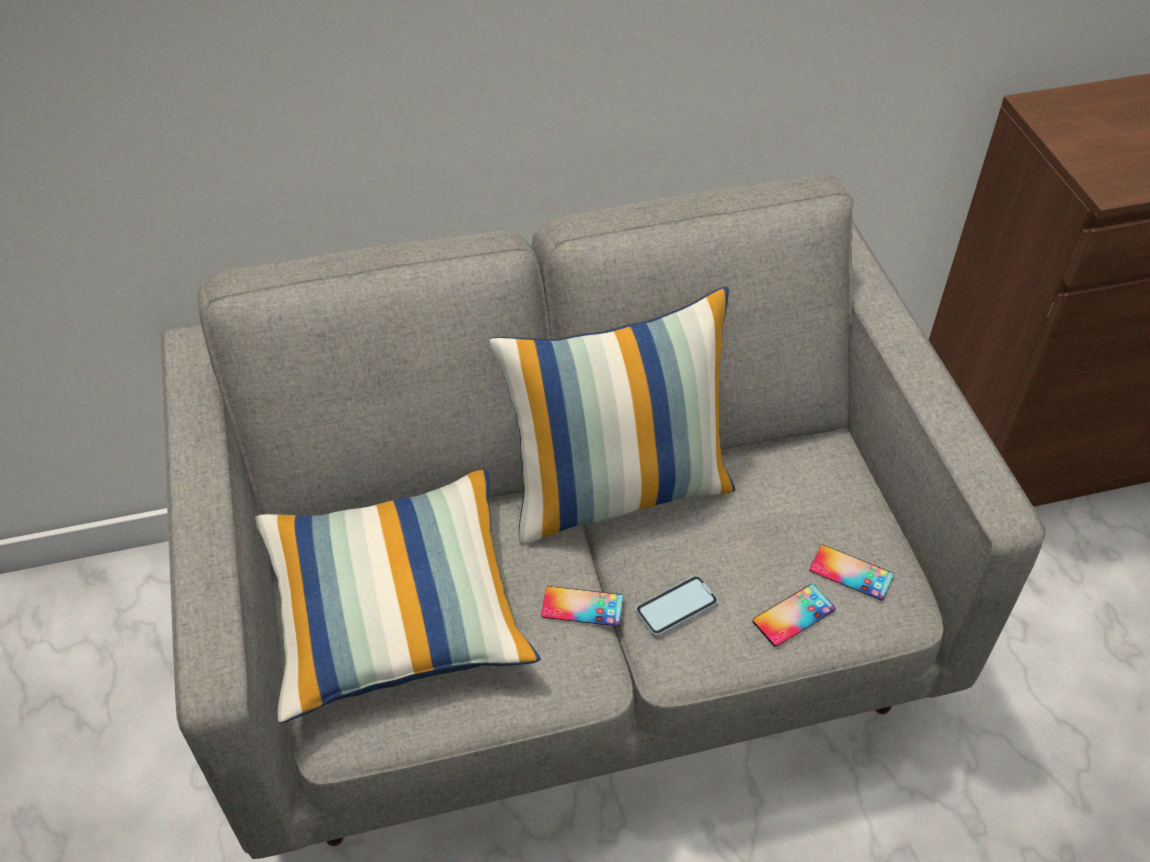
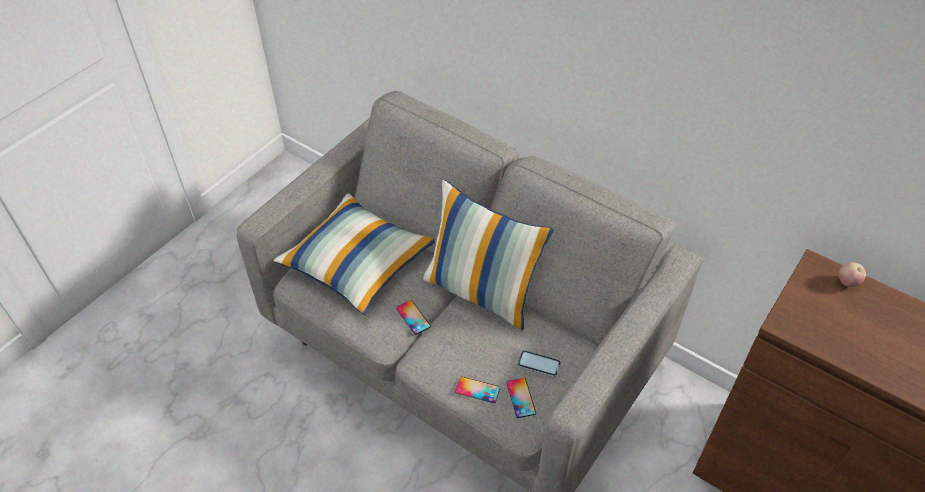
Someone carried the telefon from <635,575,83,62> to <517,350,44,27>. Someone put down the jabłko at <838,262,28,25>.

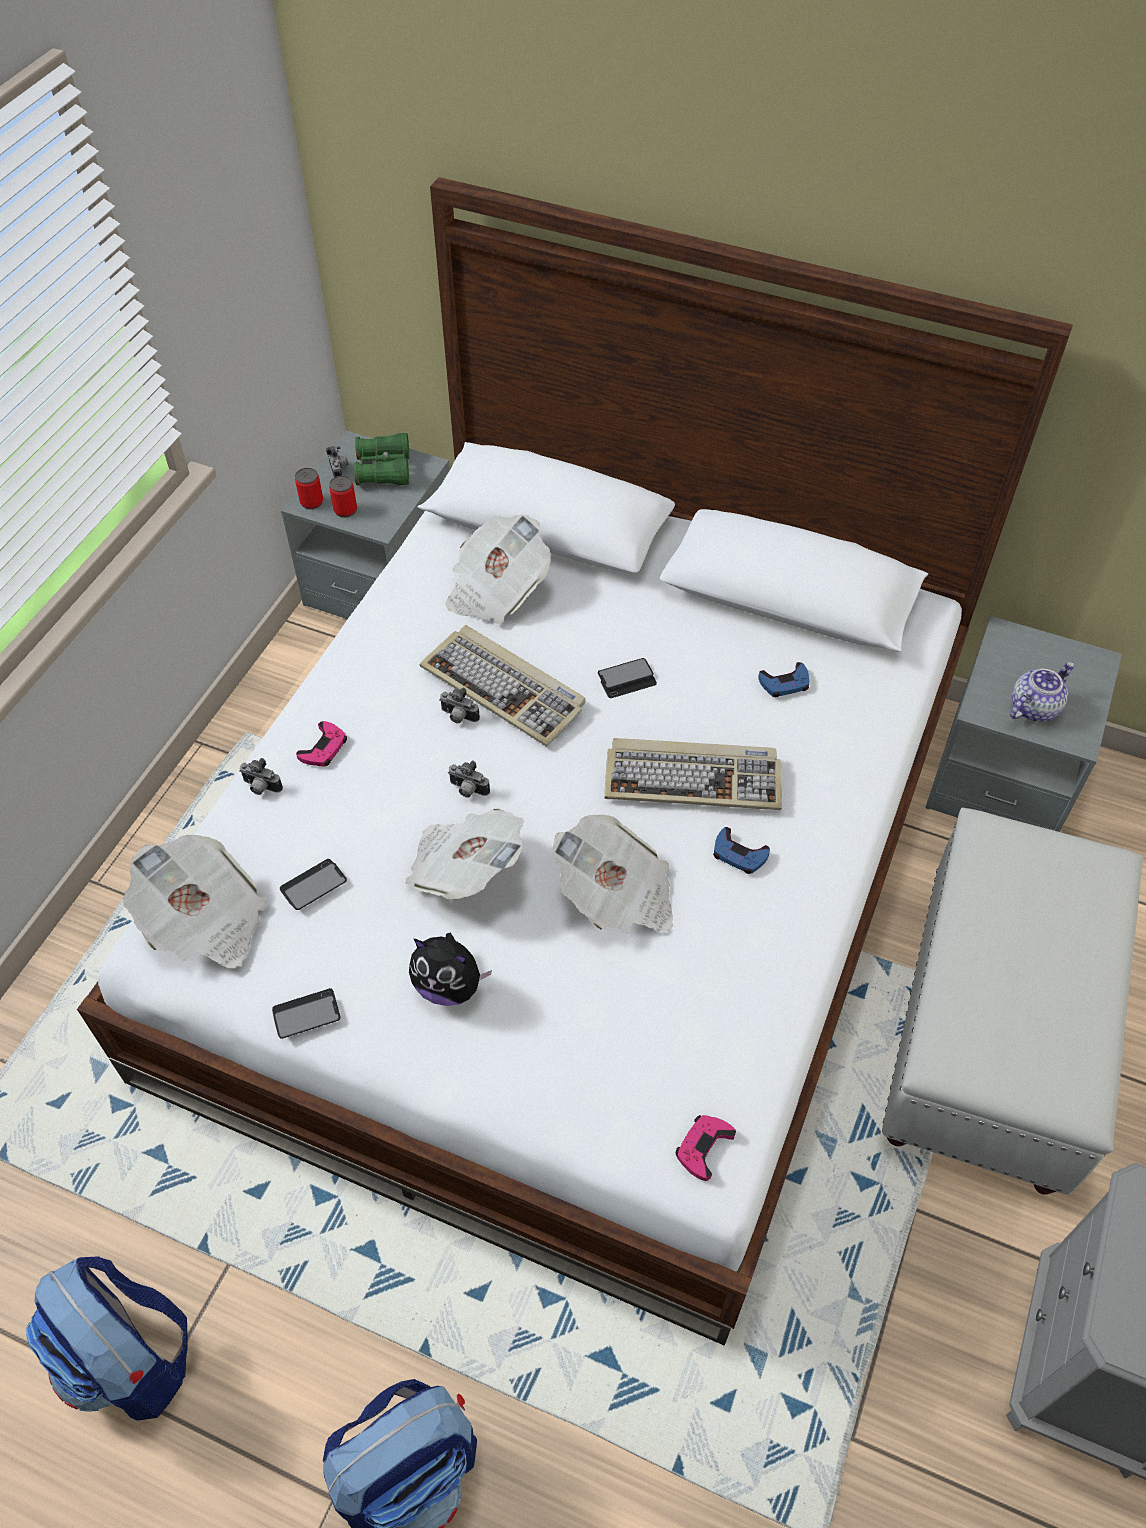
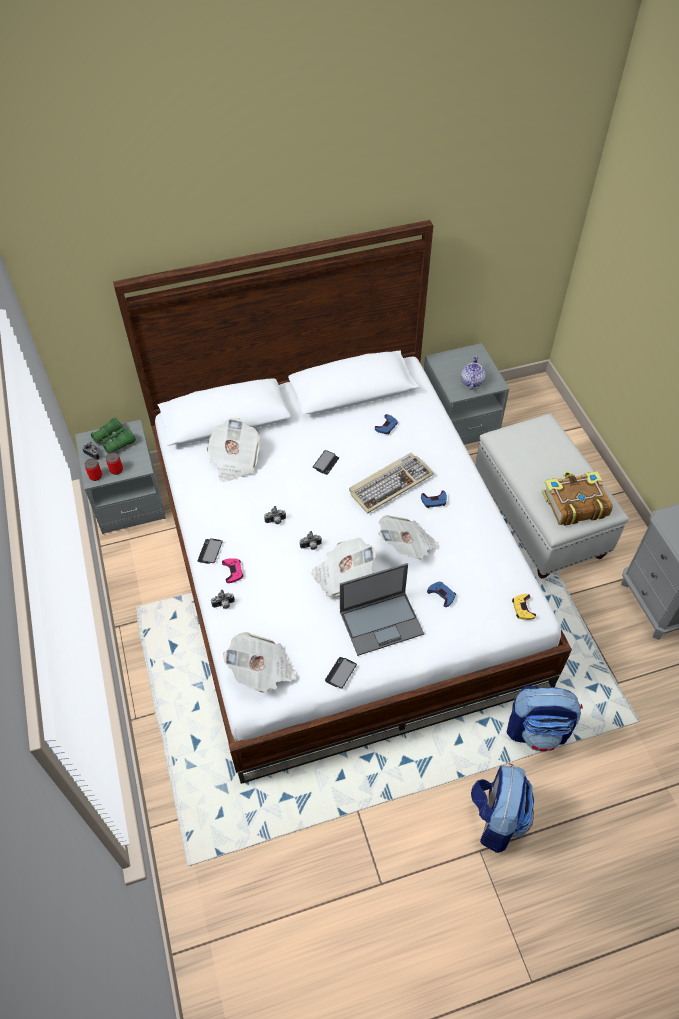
Someone carried the plecak from <26,1256,162,165> to <507,685,76,67>. Someone carried the telefon from <280,859,67,51> to <197,538,26,26>. Someone swapped the pluszak at <409,933,83,73> for the laptop at <340,563,84,93>. Someone took away the klawiatura at <420,625,166,122>. Someone repainted the pad do gier (różowy) at <676,1115,60,66>, which became the pad do gier (żółty) at <512,594,24,26>. Someone put down the pad do gier (niebieski) at <427,581,29,26>. Someone put down the książka at <542,471,71,55>.

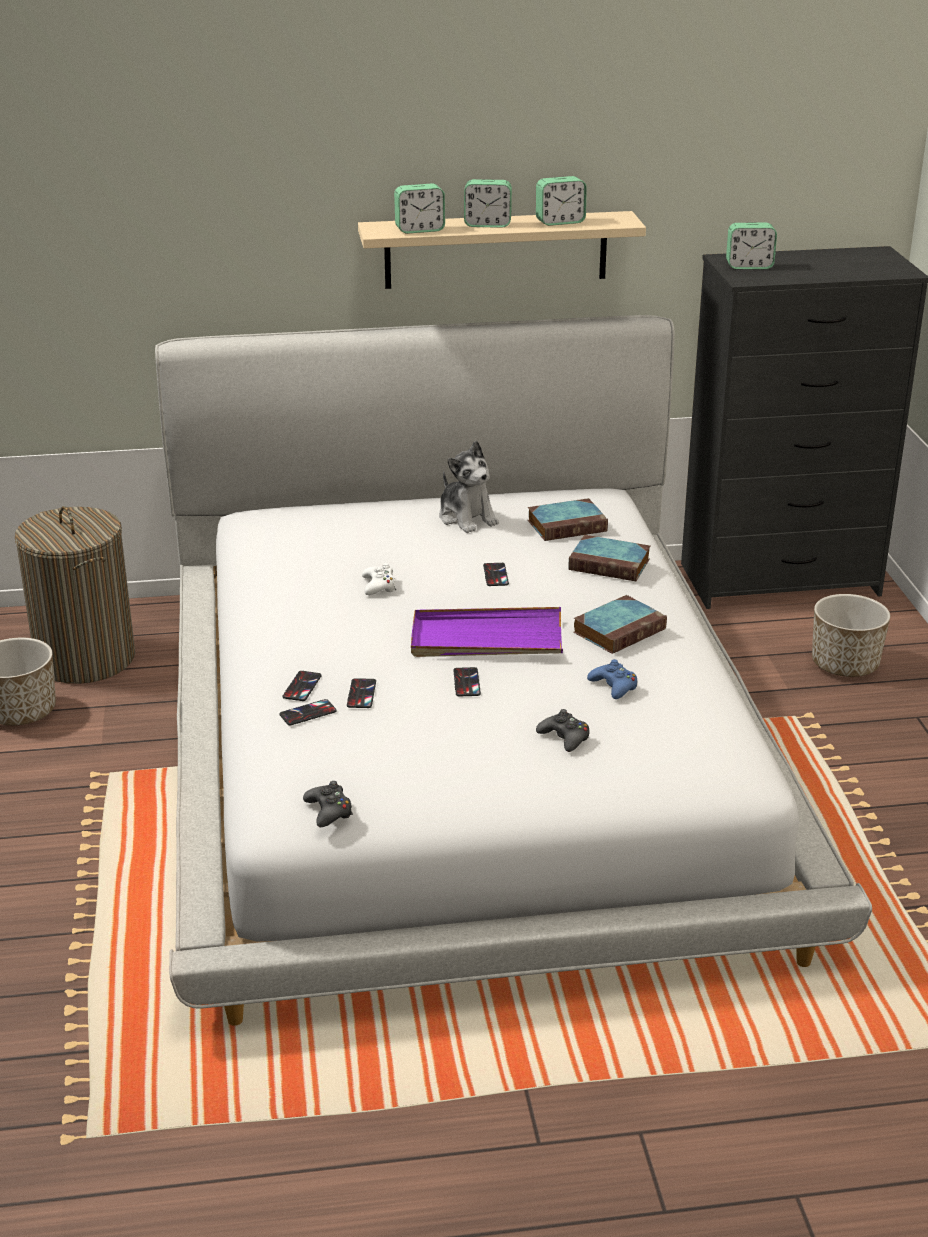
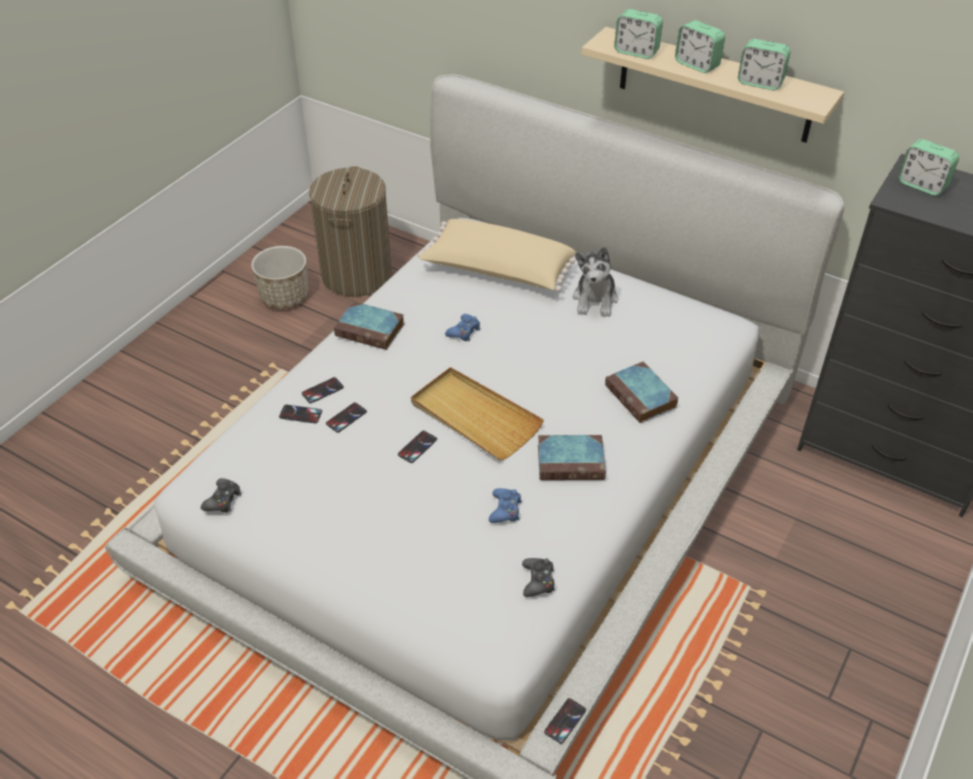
Someone repainted the pad do gier (biały) at <362,563,34,32>, which became the pad do gier (niebieski) at <445,314,35,27>. Someone repainted the taca (fioletowy) at <411,607,152,50>, which became the taca (beżowy) at <411,367,133,93>. Someone carried the telefon from <483,563,26,23> to <544,698,42,46>. Someone carried the książka from <528,498,80,43> to <334,301,70,49>. Someone carried the pad do gier (czarny) from <536,709,53,43> to <522,558,33,39>. Someone took away the donica at <812,594,78,83>. Someone put down the poduszka (beżowy) at <417,219,159,73>.

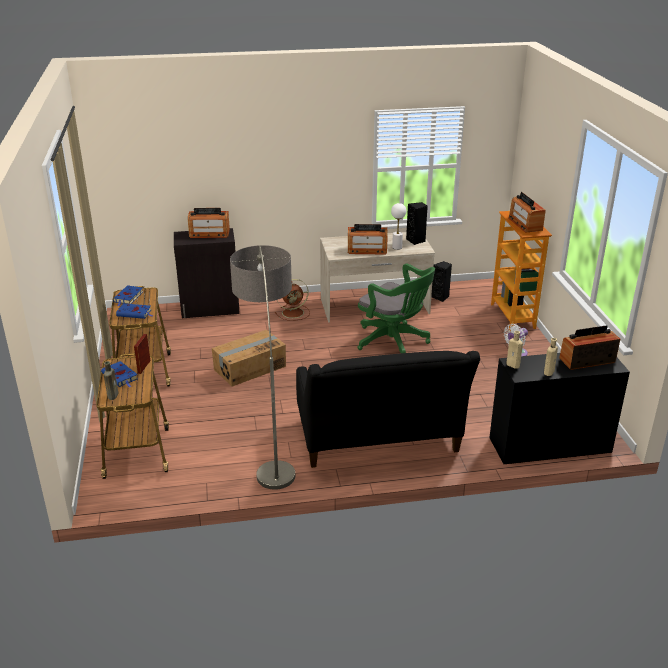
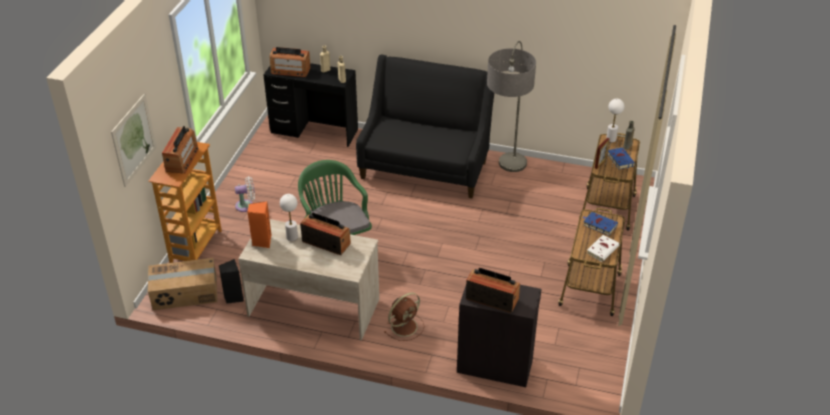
Someone repainted the książka (niebieski) at <113,286,31,20>, which became the książka (biały) at <586,235,33,27>. Someone carried the karton from <212,330,74,57> to <148,258,69,52>. Someone rotated the wentylator (brązowy) at <275,279,35,42> by 135 degrees clockwise. Someone repainted the głośnik (czarny) at <406,202,22,43>, which became the głośnik (pomarańczowy) at <247,201,25,47>. Someone put up the obraz at <111,94,46,93>. Someone put down the lampa stołowa (biały) at <606,99,18,43>.

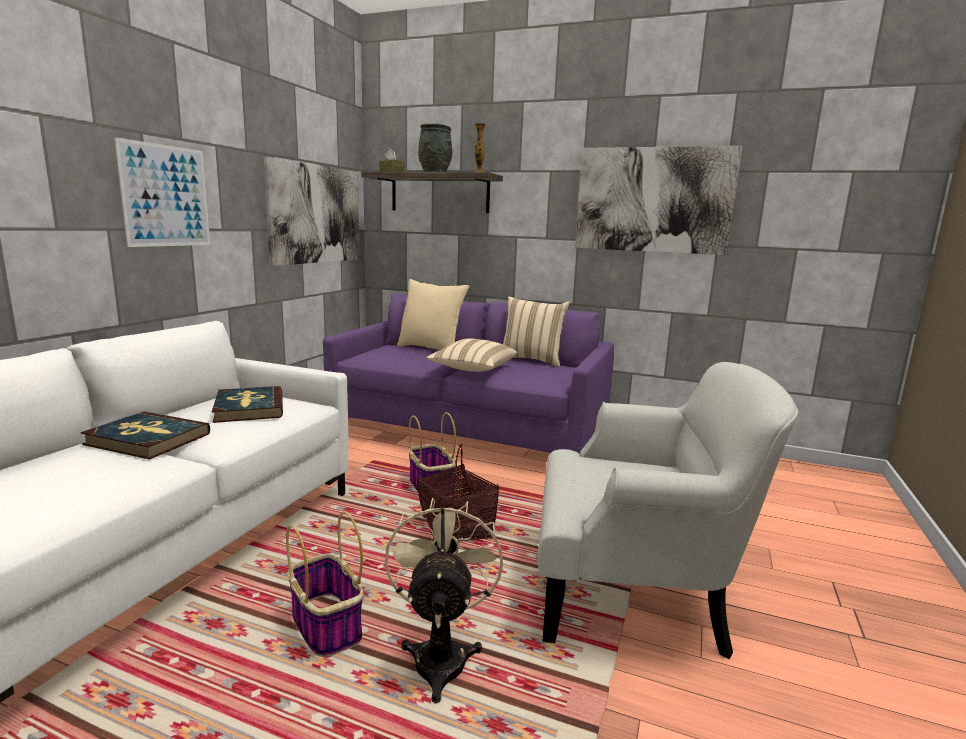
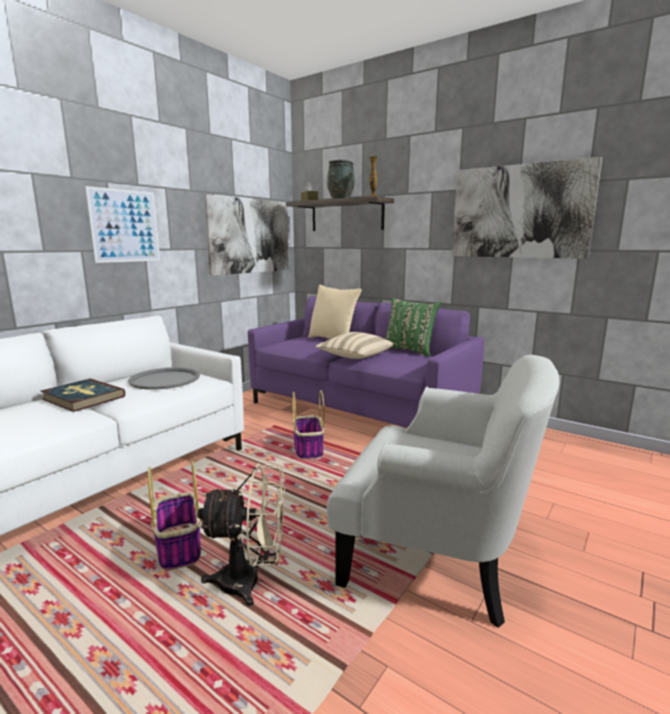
Someone swapped the książka at <212,386,71,37> for the taca (szary) at <128,368,72,22>. Someone rotated the wentylator (beżowy) at <385,498,118,205> by 75 degrees clockwise. Someone took away the koszyk at <417,444,82,98>. Someone repainted the poduszka (beżowy) at <503,297,67,70>, which became the poduszka (zielony) at <385,298,56,59>.

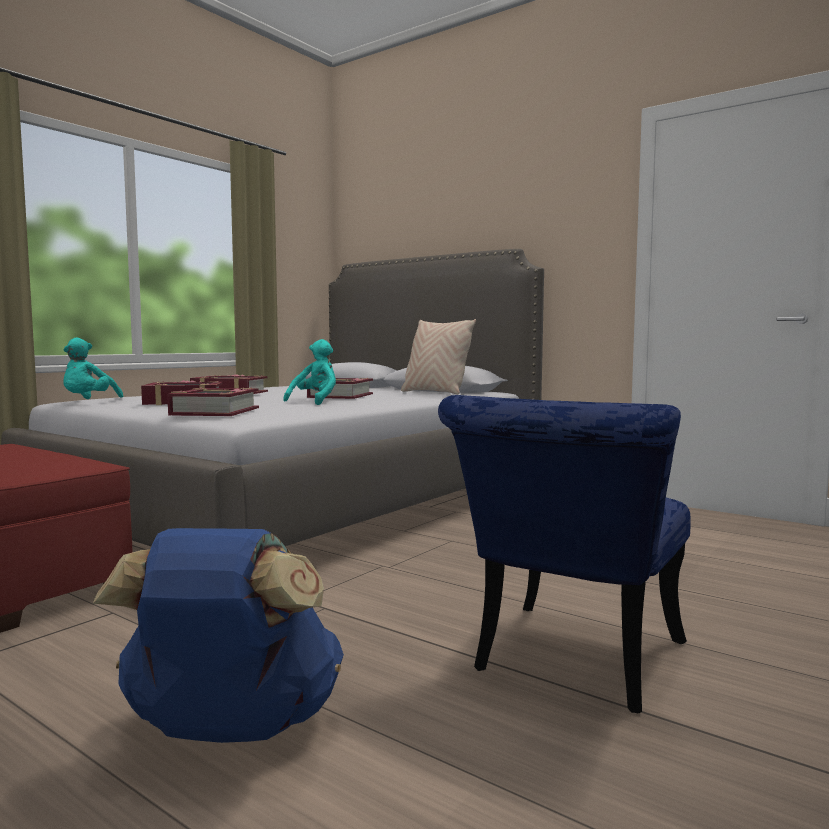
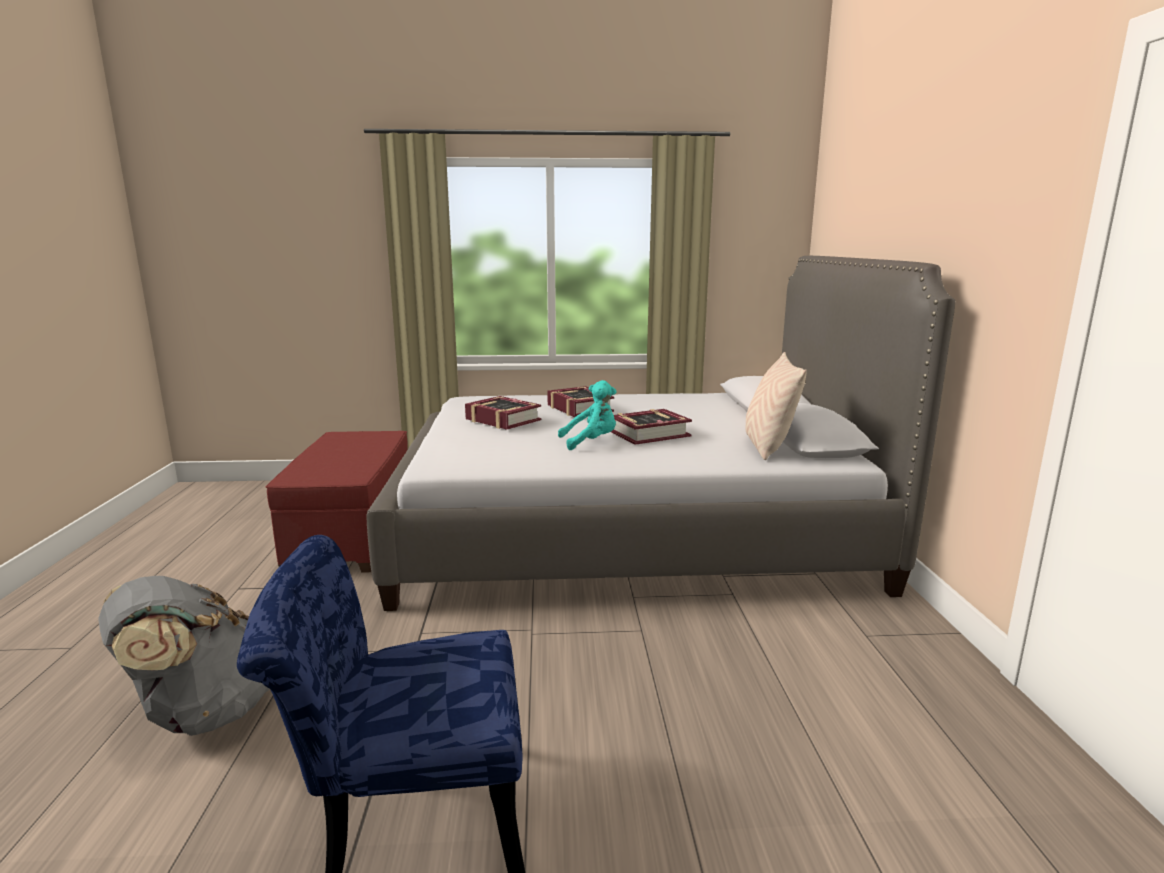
Someone took away the pluszak (turkusowy) at <63,338,60,61>. Someone repainted the plecak (niebieski) at <92,528,252,215>, which became the plecak (szary) at <98,576,172,160>. Someone took away the książka at <167,387,92,29>.

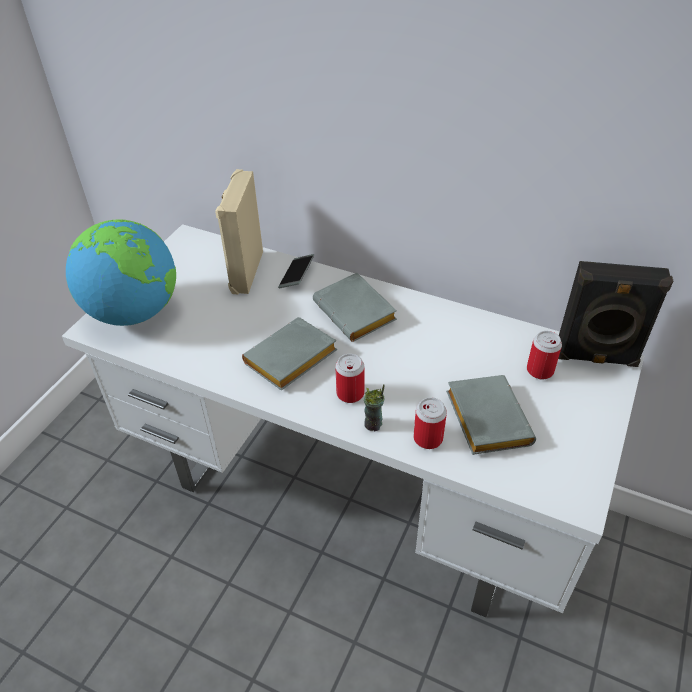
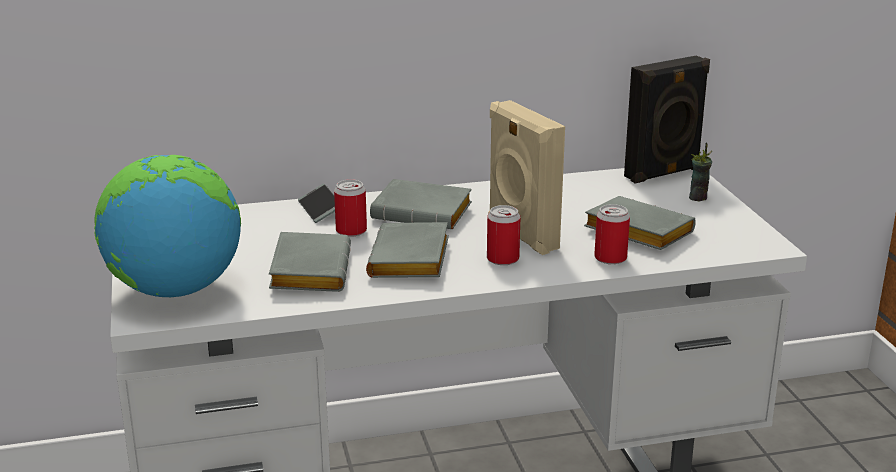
Someone carried the głośnik (beżowy) from <215,169,48,126> to <488,100,77,155>. Someone carried the filiżanka from <364,384,21,47> to <689,143,23,58>. Someone carried the puszka from <527,331,35,48> to <334,179,33,58>. Someone put down the książka (szary) at <269,232,82,60>.

